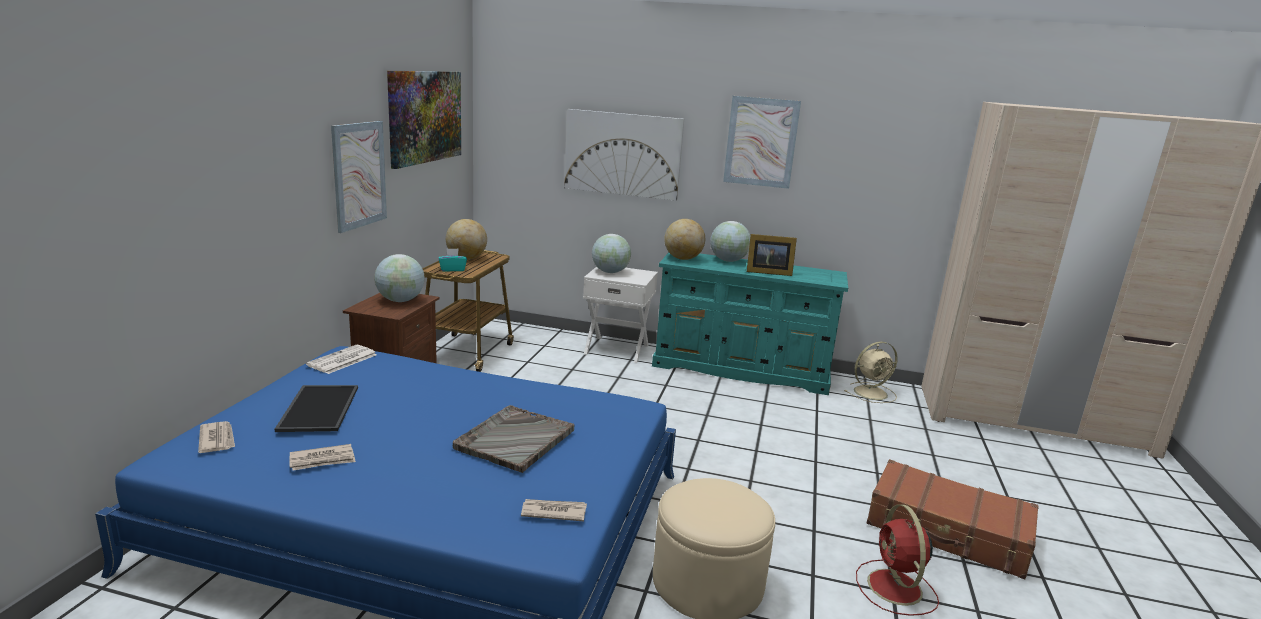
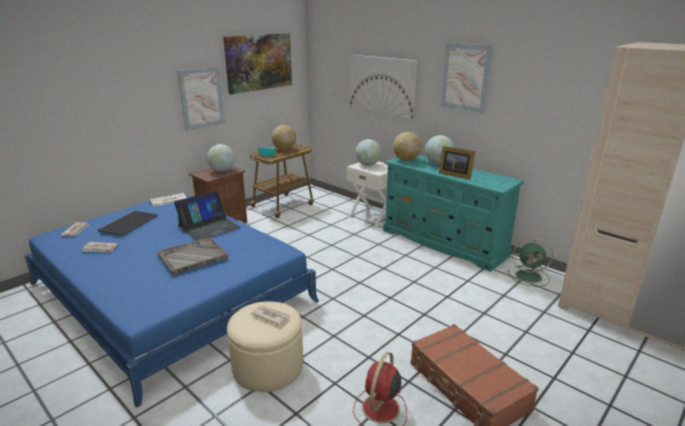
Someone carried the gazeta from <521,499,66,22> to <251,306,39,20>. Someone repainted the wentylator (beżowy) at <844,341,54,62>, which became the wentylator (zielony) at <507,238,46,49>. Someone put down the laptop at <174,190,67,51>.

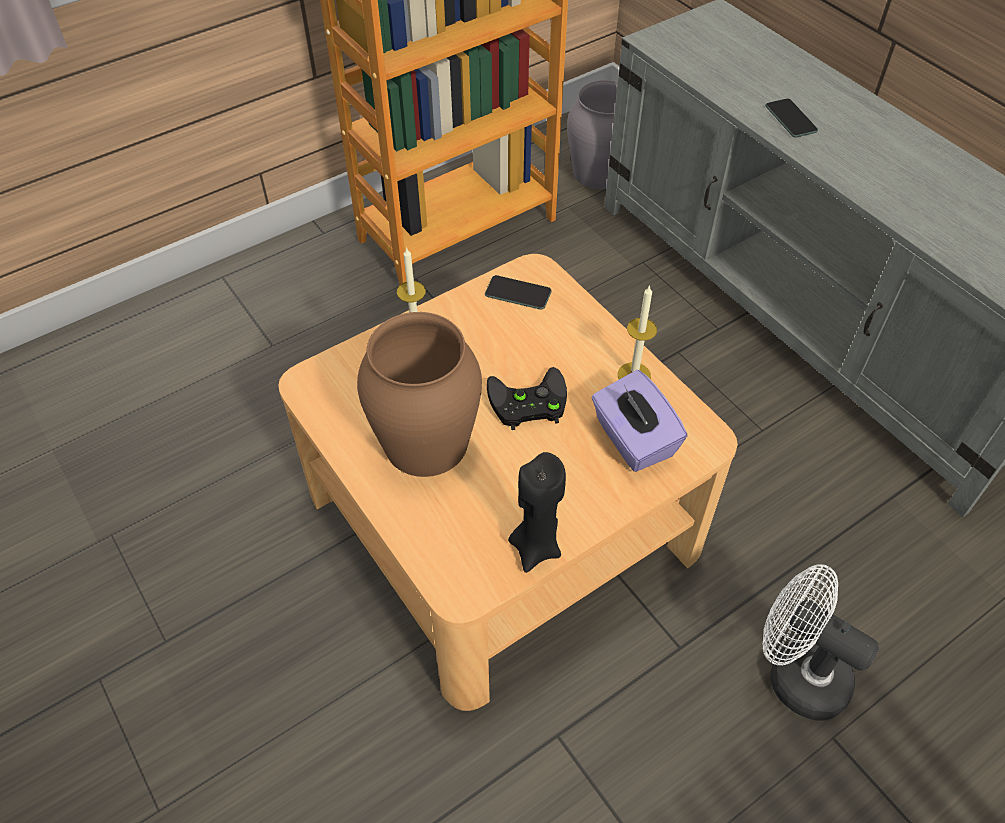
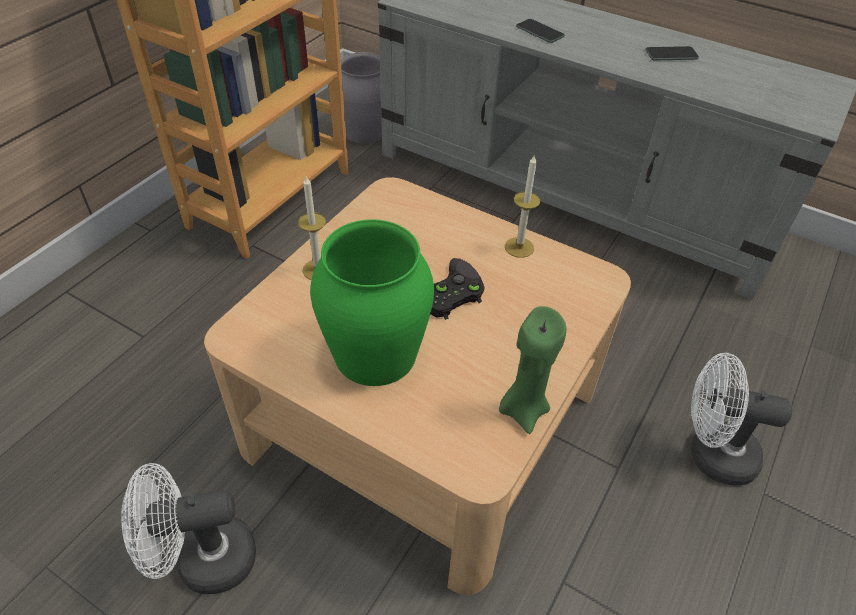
Someone repainted the wazon (brązowy) at <357,312,125,165>, which became the wazon (zielony) at <310,219,124,167>. Someone carried the telefon from <485,275,67,35> to <645,46,54,14>. Someone repainted the świeca (czarny) at <508,452,58,121>, which became the świeca (zielony) at <499,306,67,128>. Someone took away the pudełko chusteczek (fioletowy) at <592,370,96,102>. Someone put down the wentylator (biały) at <121,463,135,131>.

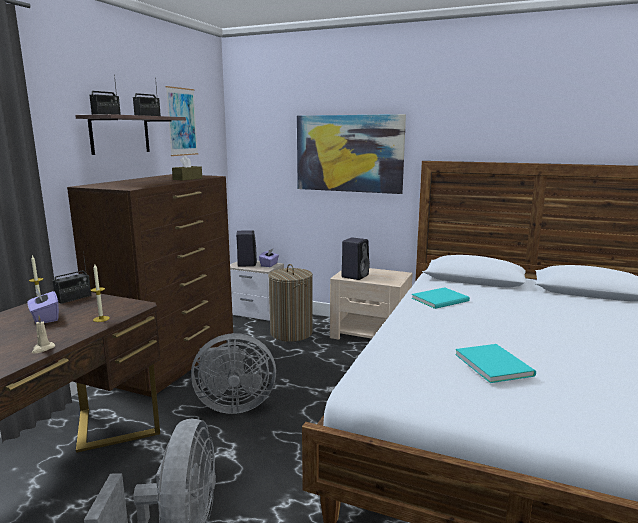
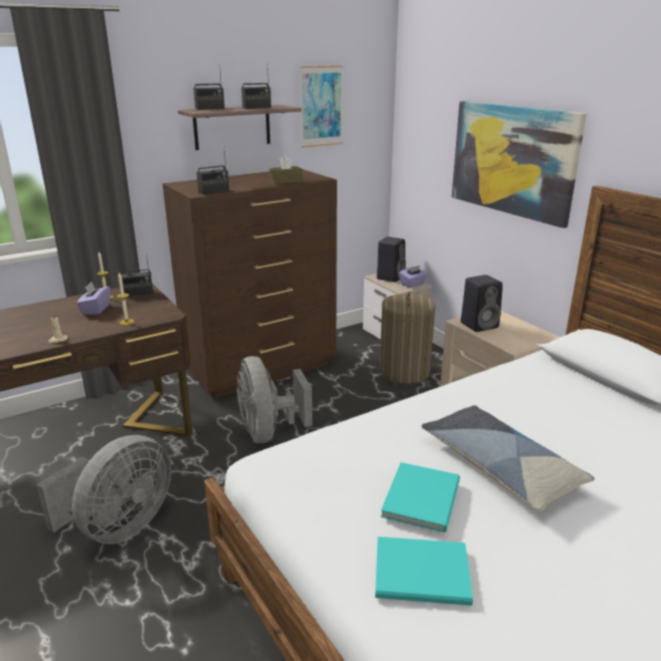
Someone rotated the wentylator (szary) at <191,333,85,81> by 45 degrees clockwise. Someone carried the książka (turkusowy) from <412,287,58,22> to <375,537,98,69>. Someone put down the radio at <196,150,33,45>. Someone put down the poduszka at <421,405,174,106>.

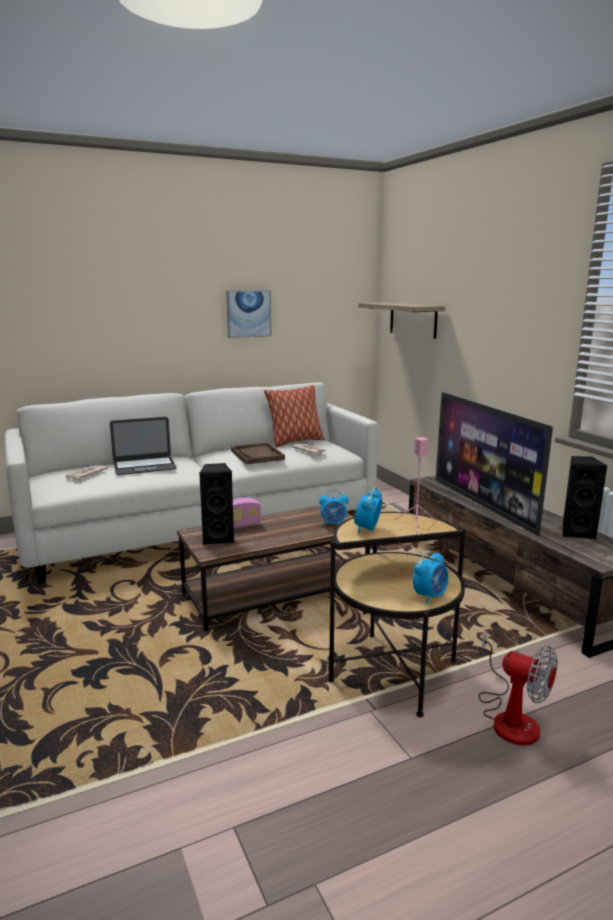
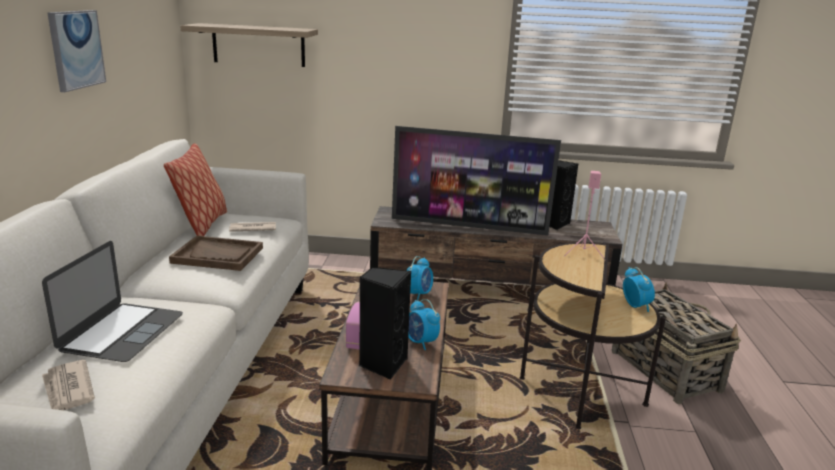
Someone carried the budzik from <354,487,28,47> to <408,299,32,51>. Someone swapped the wentylator at <479,632,79,113> for the koszyk at <612,282,129,122>.

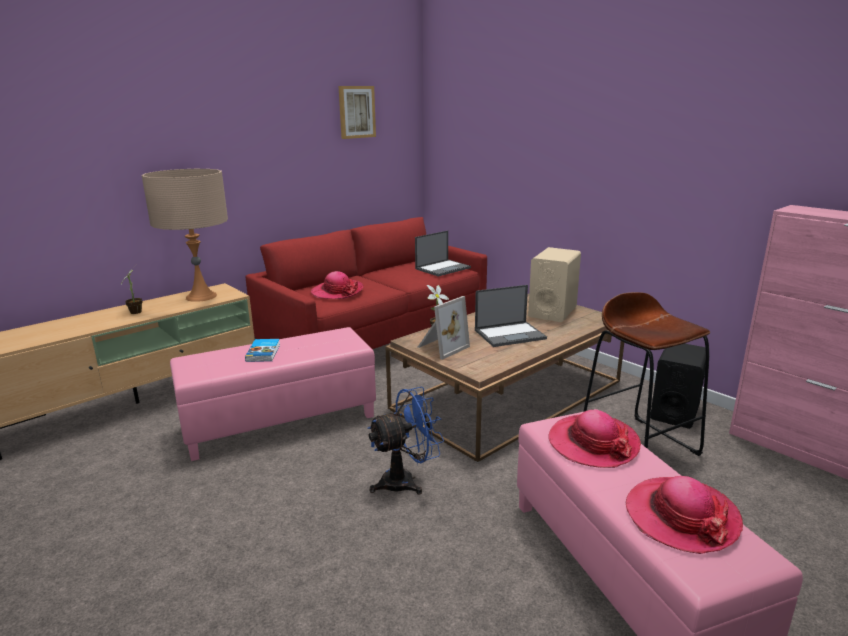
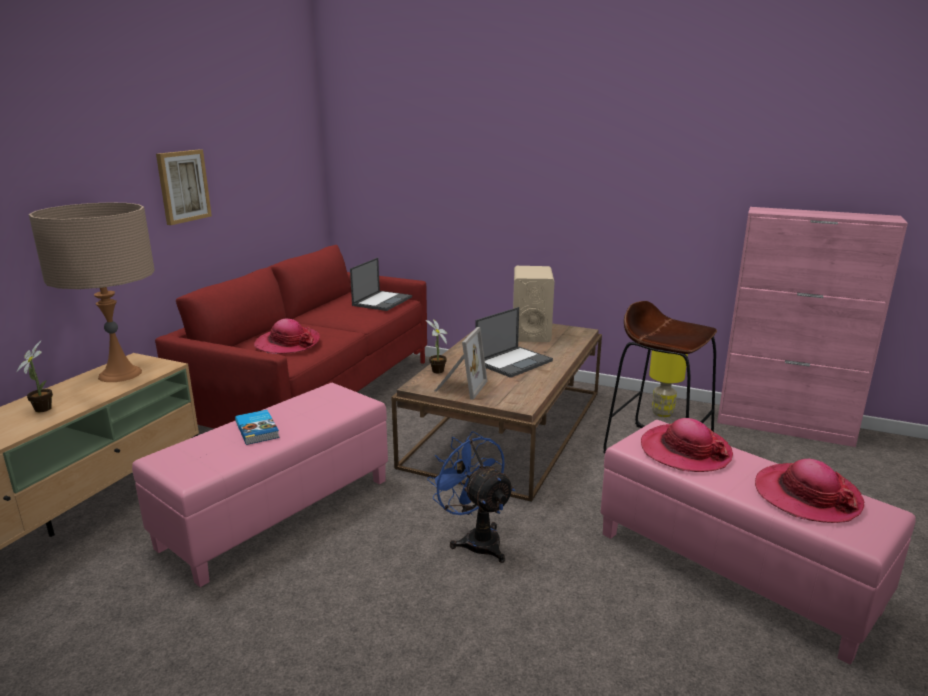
Someone carried the obraz from <339,86,37,53> to <156,149,56,76>. Someone rotated the wentylator (niebieski) at <368,387,76,108> by 75 degrees counterclockwise. Someone swapped the głośnik (czarny) at <650,344,56,85> for the lampa stołowa (żółty) at <649,350,39,67>.

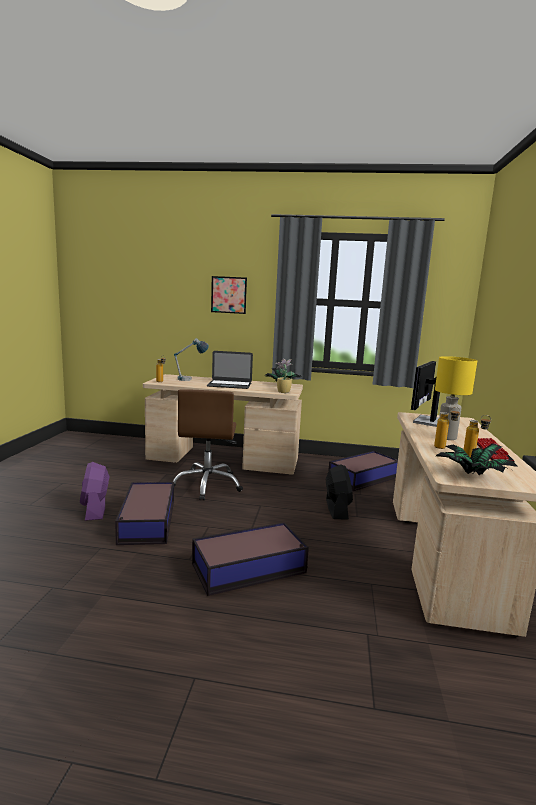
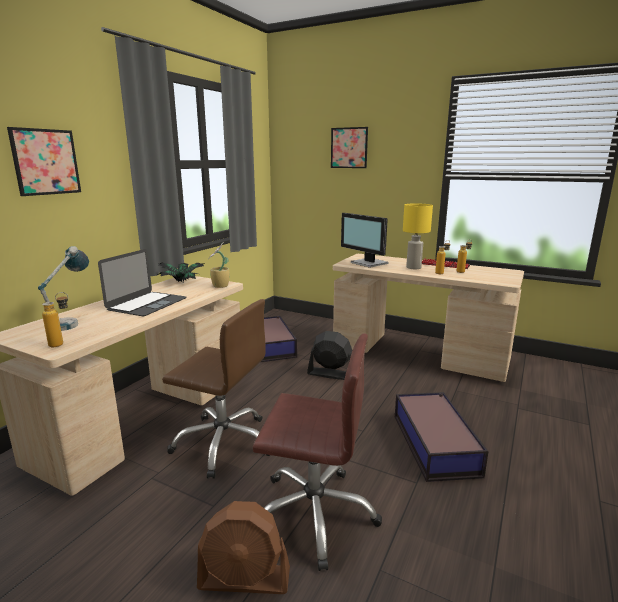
Someone repainted the wentylator (fioletowy) at <80,462,29,59>, which became the wentylator (brązowy) at <197,501,93,93>. Someone swapped the pojemnik do przechowywania at <115,482,59,63> for the krzesło biurowe (brązowy) at <253,334,129,237>. Someone took away the roślina doniczkowa at <436,443,82,32>. Someone put up the obraz at <331,127,37,41>.

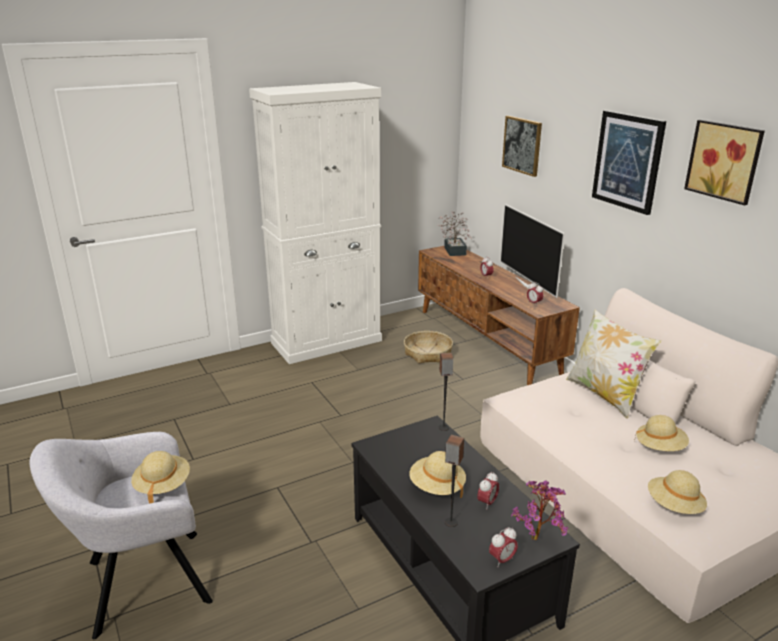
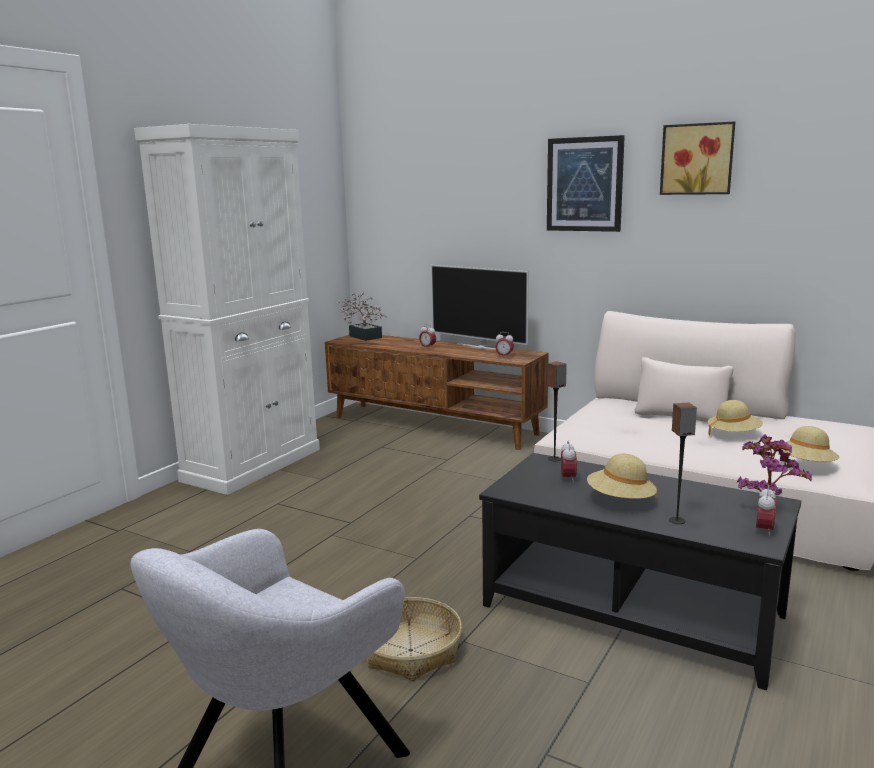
Someone took away the kapelusz (beżowy) at <131,451,59,52>. Someone carried the koszyk from <404,331,49,32> to <366,597,96,84>. Someone carried the budzik from <477,472,22,38> to <561,441,16,42>. Someone took away the obraz at <502,116,40,61>. Someone took away the poduszka at <566,309,95,110>.

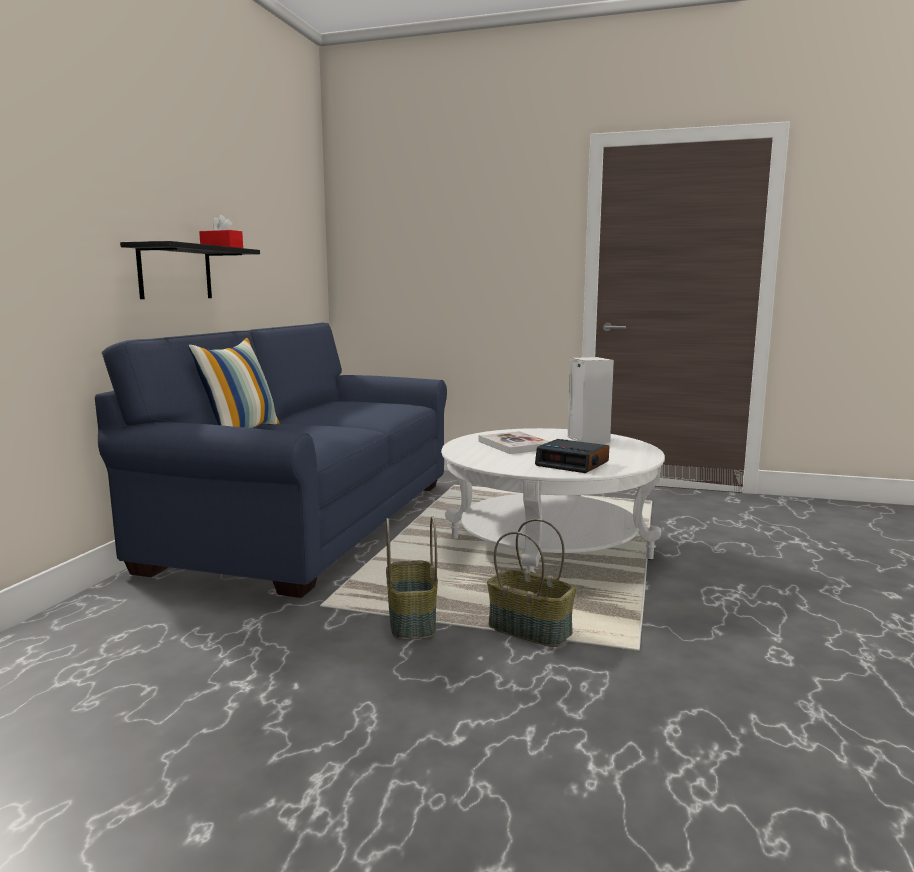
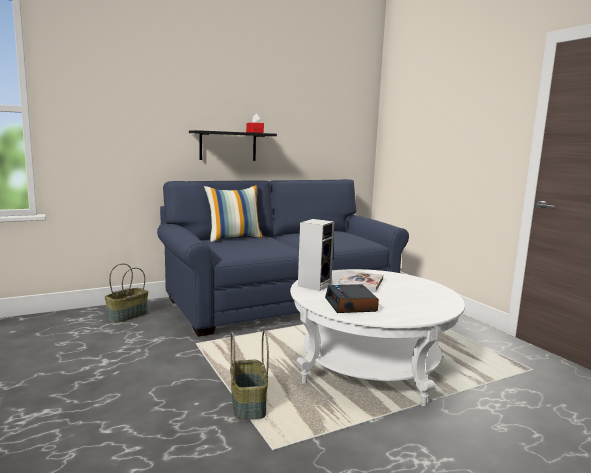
Someone carried the koszyk from <386,516,52,124> to <105,263,43,60>. Someone carried the głośnik from <568,357,46,86> to <298,219,36,72>.

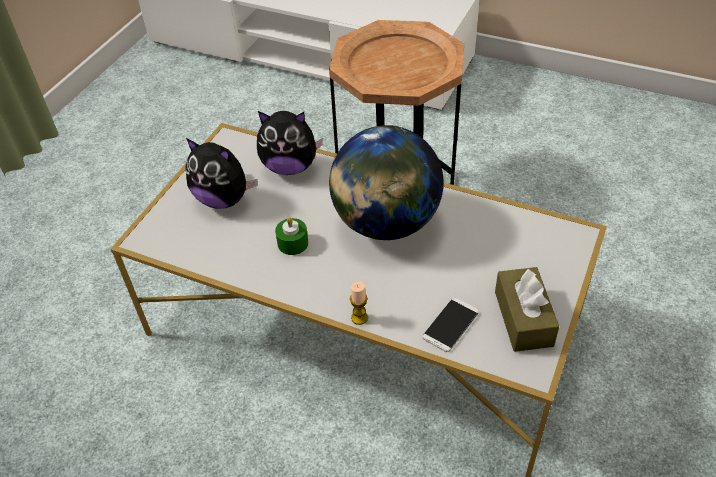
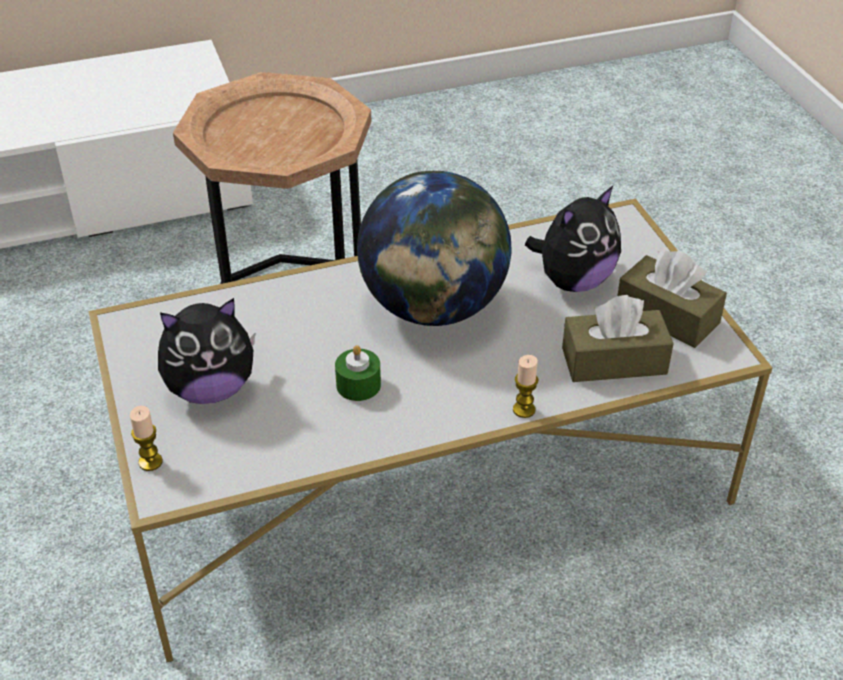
Someone carried the pluszak from <257,111,66,64> to <525,186,96,106>. Someone swapped the telefon at <422,298,57,54> for the pudełko chusteczek (brązowy) at <562,295,112,87>. Someone put down the świeca at <130,406,33,65>.

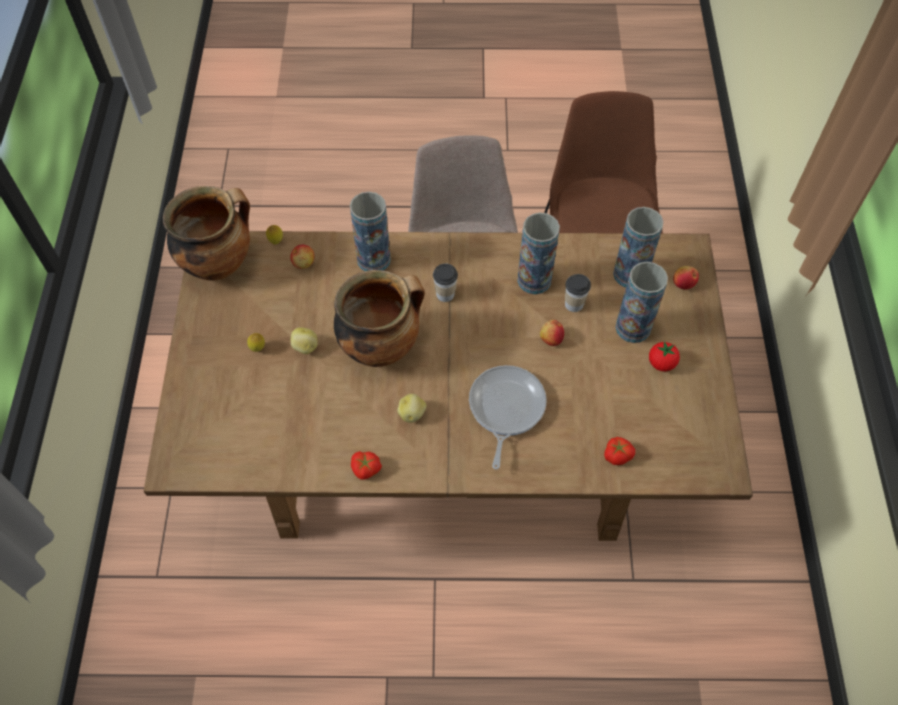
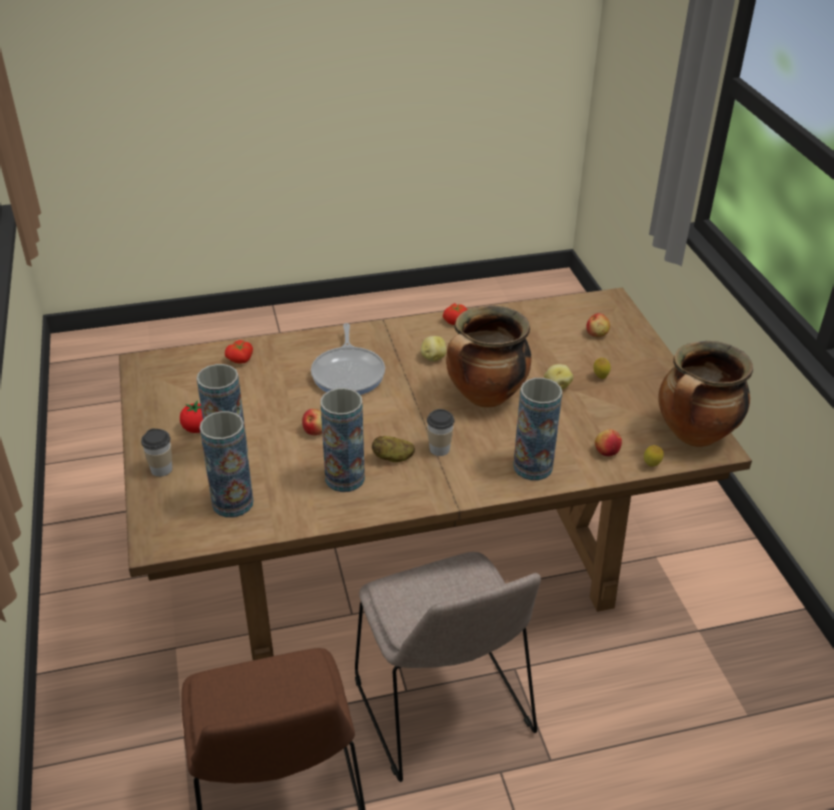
Someone carried the filiżanka from <565,274,26,38> to <141,428,31,49>. Someone carried the jabłko from <673,266,26,23> to <586,313,24,24>. Someone put down the ziemniak at <372,436,43,26>.

